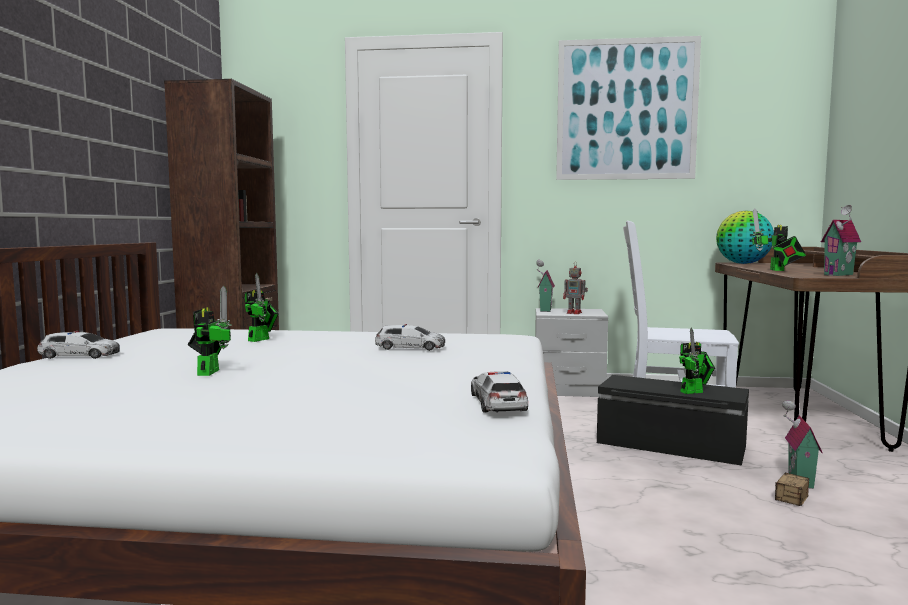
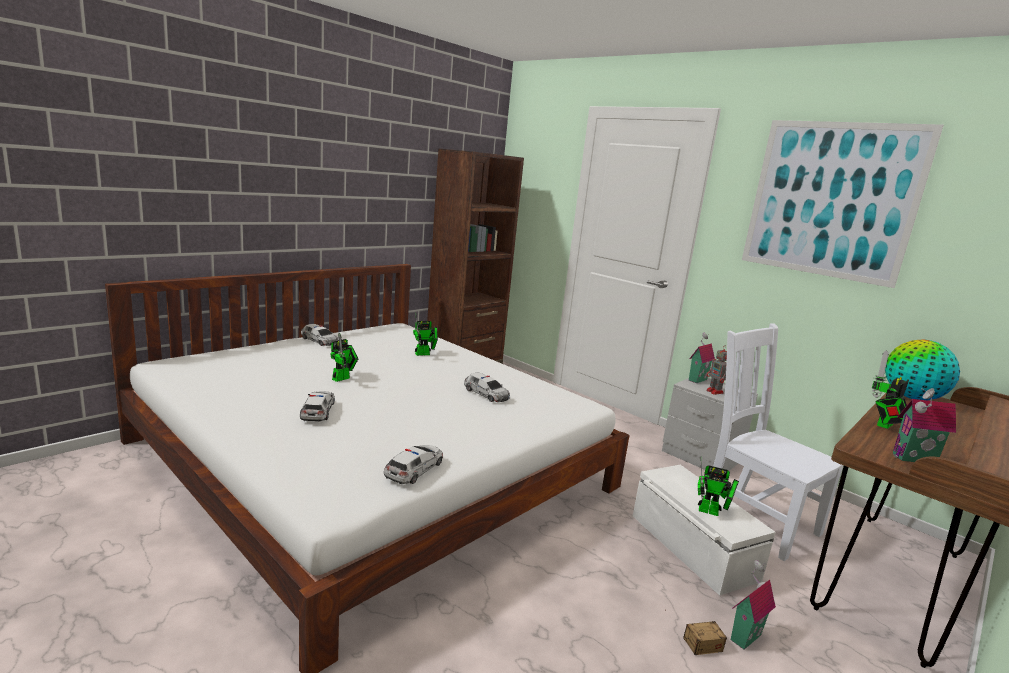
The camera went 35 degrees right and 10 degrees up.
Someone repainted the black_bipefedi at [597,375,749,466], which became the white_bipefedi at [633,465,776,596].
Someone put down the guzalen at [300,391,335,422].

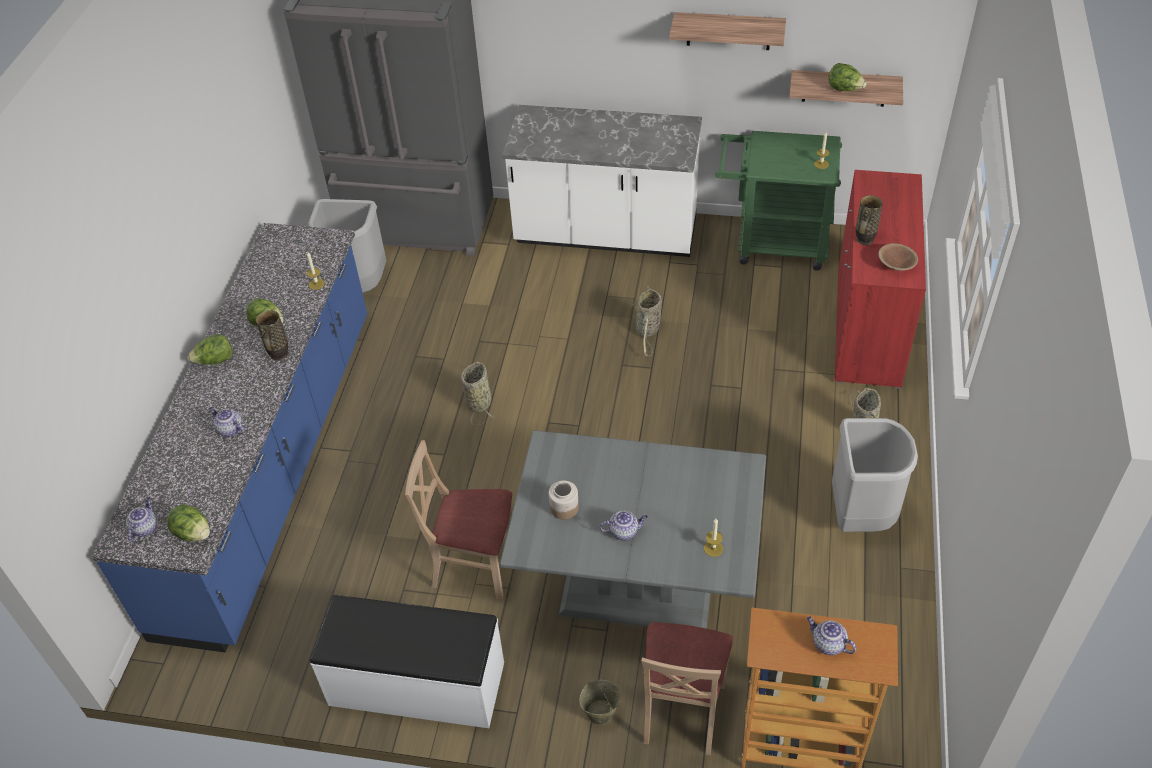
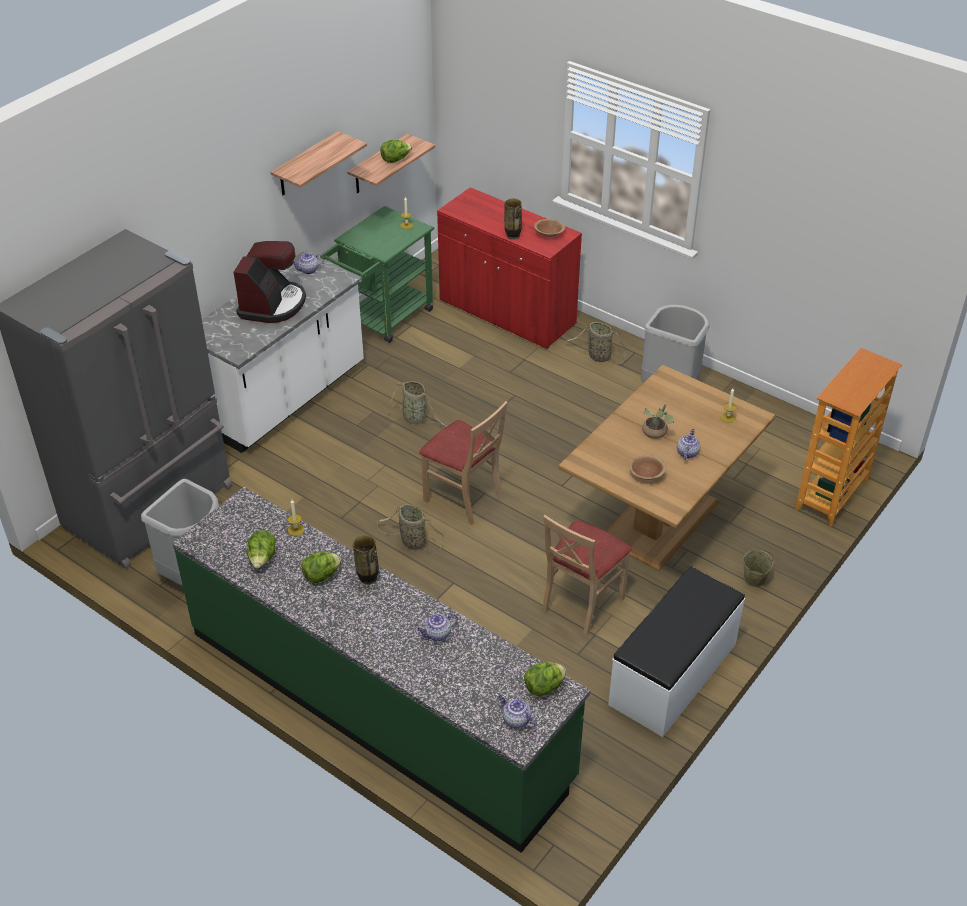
The camera went 65 degrees left and 5 degrees down.
Someone repainted the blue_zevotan at [92,223,367,653], which became the green_zevotan at [172,487,591,853].
Someone carried the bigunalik from [187,335,232,365] to [247,530,276,568].
Someone repainted the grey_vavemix at [500,430,766,629], which became the brown_vavemix at [558,365,775,571].
Someone swapped the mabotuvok at [549,480,579,520] for the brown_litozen at [629,455,666,480].
Someone carried the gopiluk from [807,616,856,655] to [293,253,324,274].
Someone carried the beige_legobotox from [641,622,733,755] to [419,401,508,525].
Someone put down the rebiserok at [233,241,306,323].
Someone put down the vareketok at [642,403,674,439].

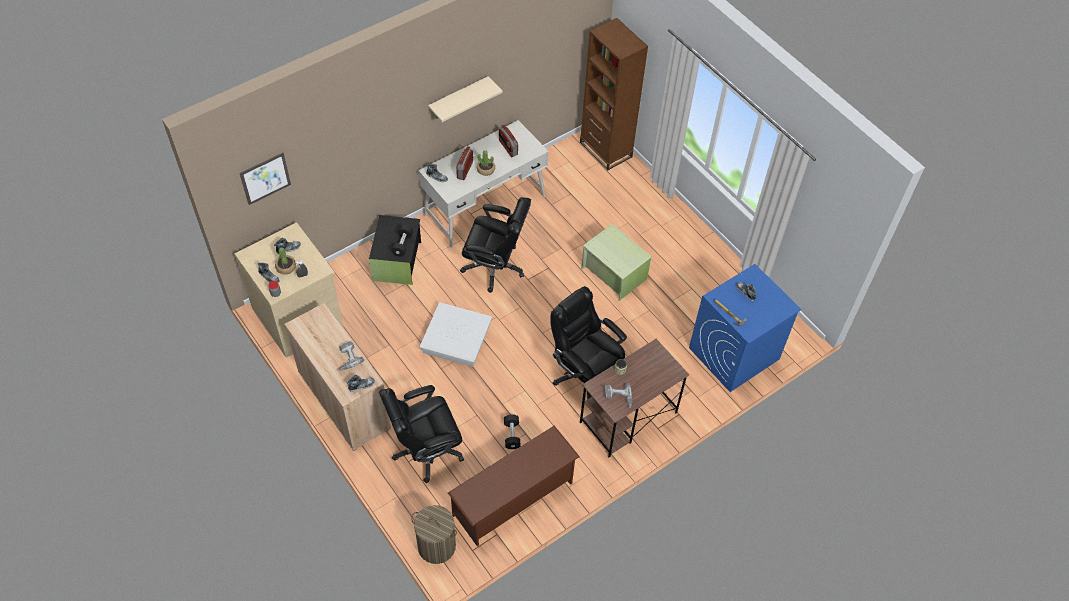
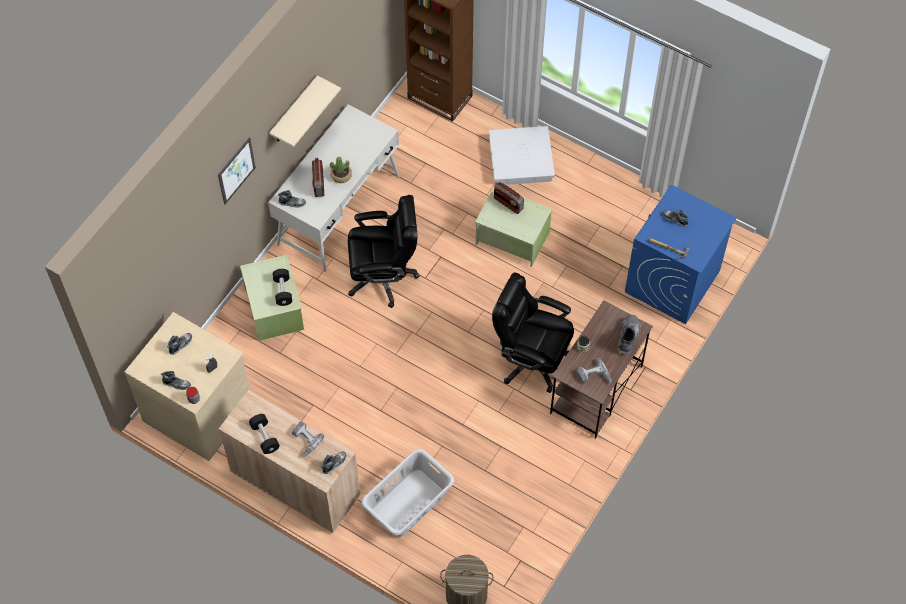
The camera went 20 degrees left and 5 degrees up.
Someone carried the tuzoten from [499,125,518,157] to [494,182,524,214].
Someone carried the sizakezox from [240,153,291,205] to [218,137,256,204].
Someone repainted the black_bipefedi at [369,215,421,285], which became the green_bipefedi at [240,255,304,341].
Someone took away the vareketok at [275,248,296,274].
Someone carried the white_bipefedi from [420,302,492,367] to [489,126,555,185].
Someone swapped the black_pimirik at [379,385,464,483] for the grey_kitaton at [361,449,454,537].
Someone carried the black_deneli from [504,414,521,449] to [249,414,280,454].
Someone took away the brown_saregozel at [448,426,580,546].
Someone put down the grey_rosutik at [618,315,641,356].

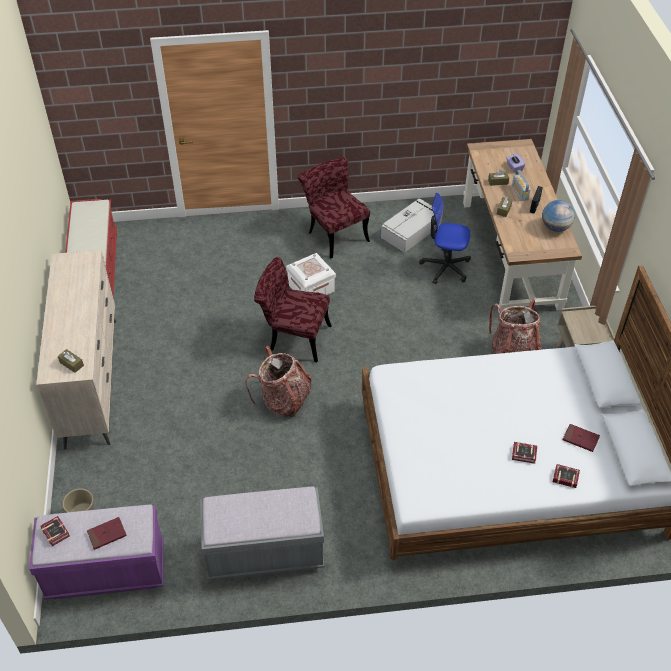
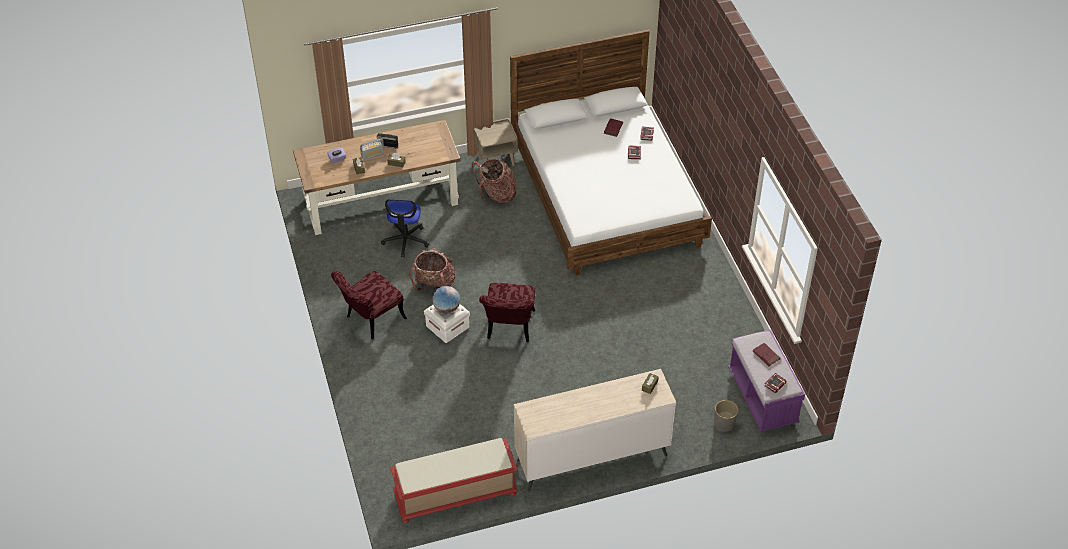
The camera went 100 degrees left and 0 degrees up.
Someone took away the grey_bipefedi at [381,198,443,253].
Someone carried the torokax from [542,200,575,232] to [432,286,460,314].
Someone carried the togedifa from [245,346,312,417] to [409,248,455,292].
Someone took away the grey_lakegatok at [200,487,324,580].

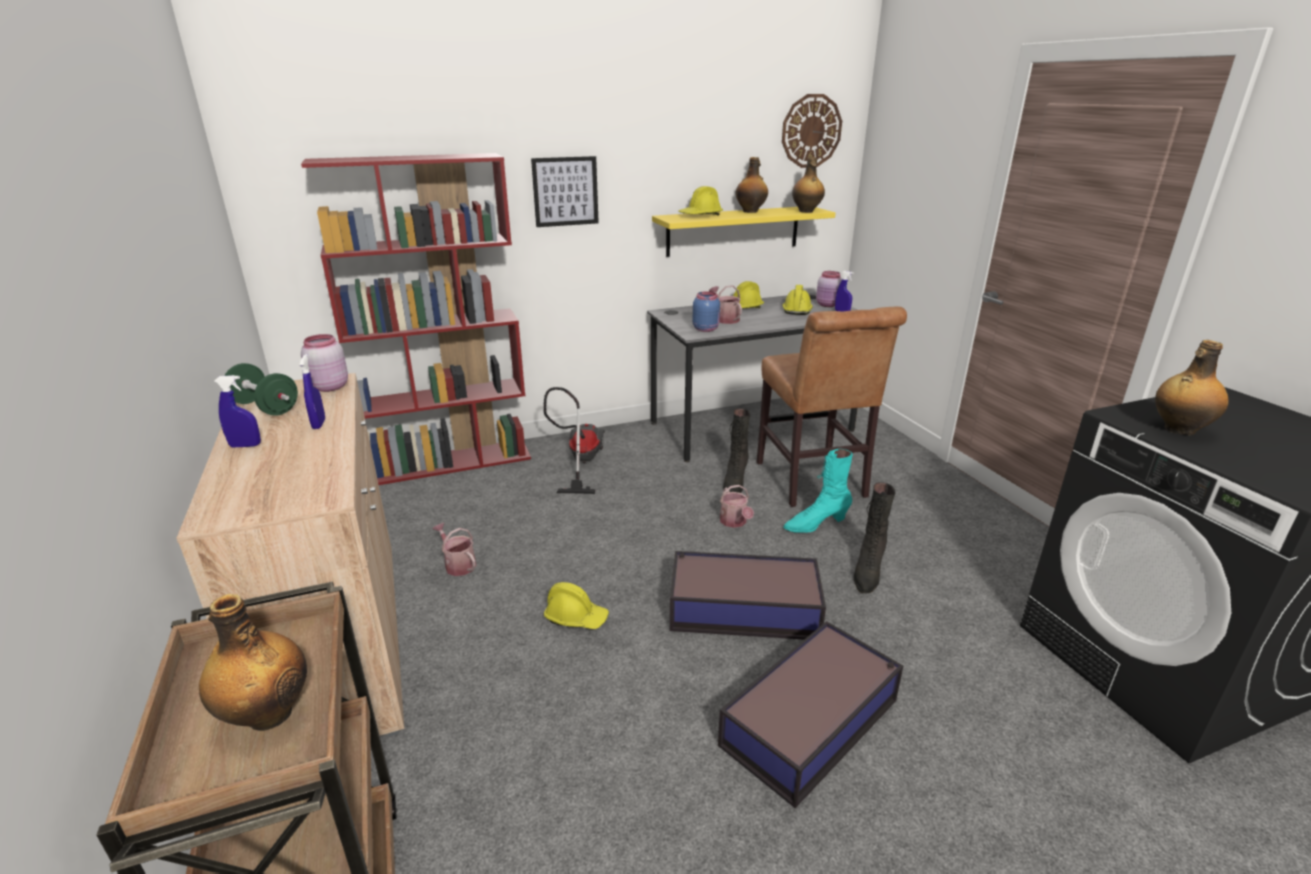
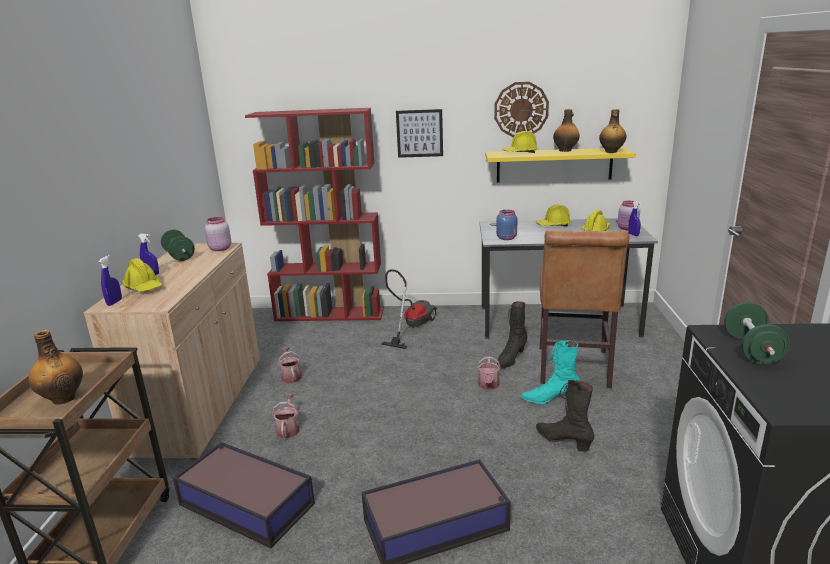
The camera went 25 degrees right and 5 degrees down.
Someone carried the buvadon from [782,94,842,168] to [494,82,549,137].
Someone carried the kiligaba from [709,285,742,324] to [272,394,300,439].
Someone swapped the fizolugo at [1155,340,1229,435] for the green_deneli at [724,302,790,364].
Someone carried the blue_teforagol from [300,354,325,429] to [99,255,122,306].
Someone rotated the black_rosutik at [854,482,896,593] by 90 degrees clockwise.
Someone carried the bipefedi from [670,551,826,640] to [173,442,315,548].
Someone carried the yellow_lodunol from [544,582,609,629] to [122,258,163,291].

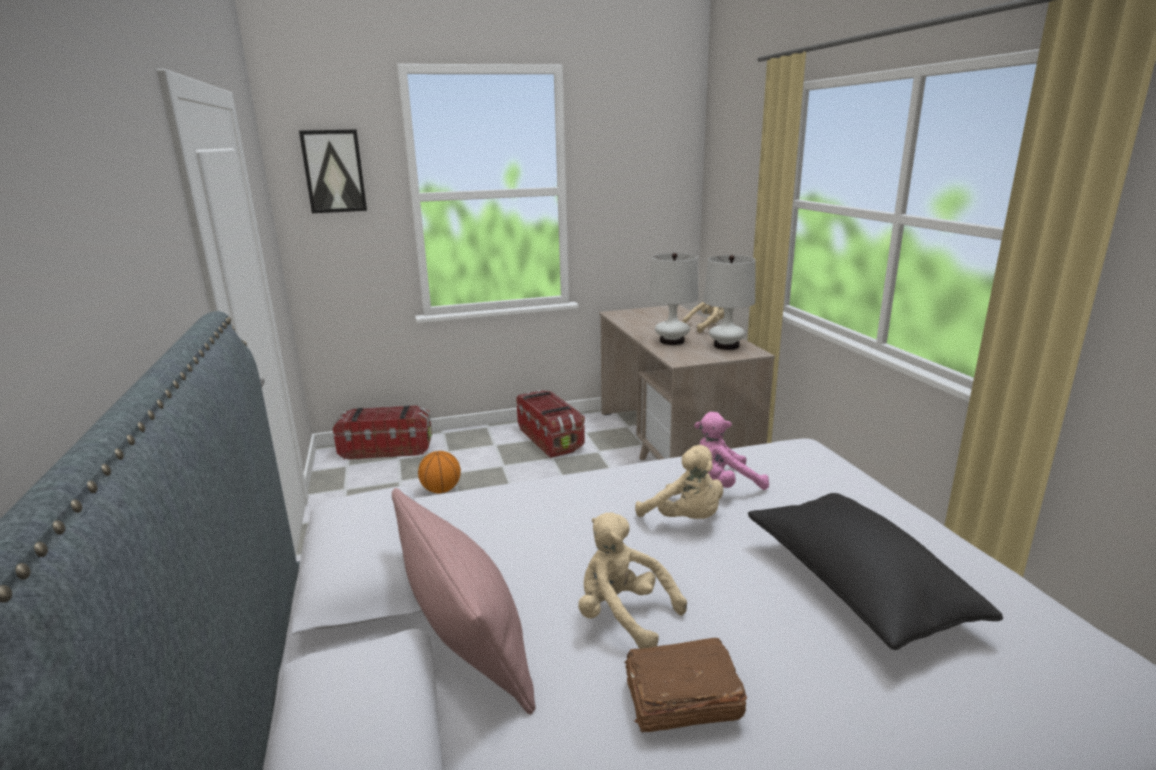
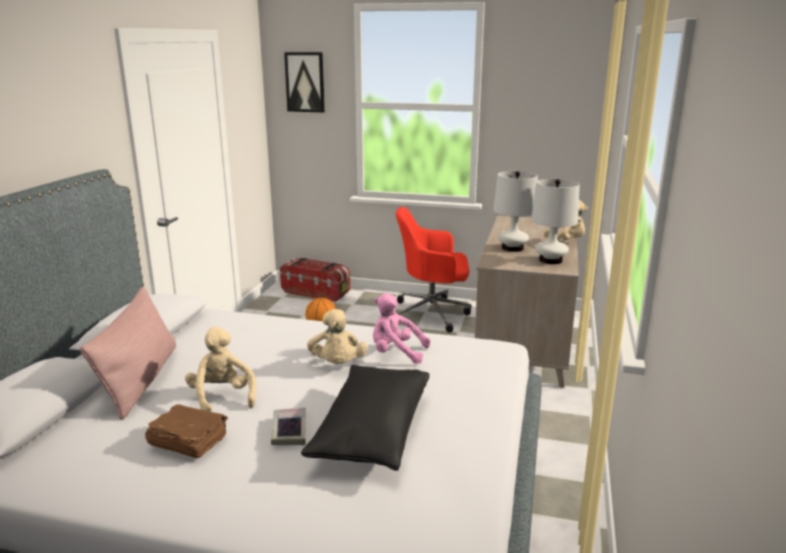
The camera went 30 degrees right and 0 degrees up.
Someone swapped the bipefedi at [516,390,585,458] for the red_pimirik at [396,207,471,333].
Someone put down the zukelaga at [271,407,306,445].

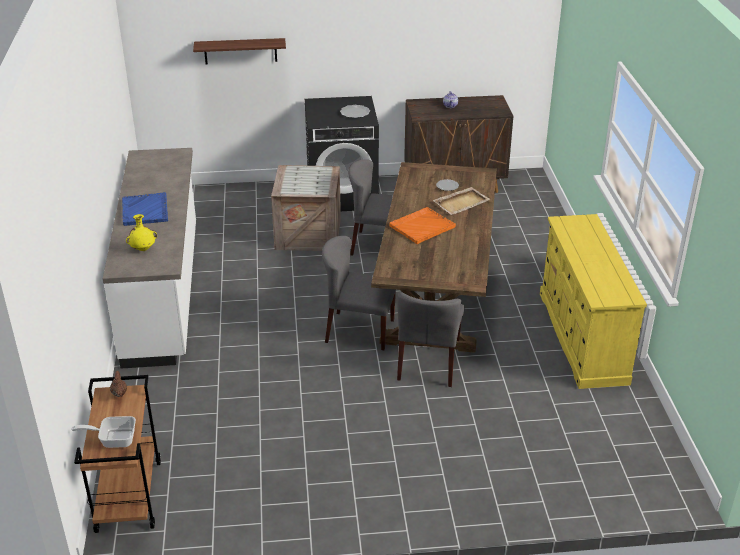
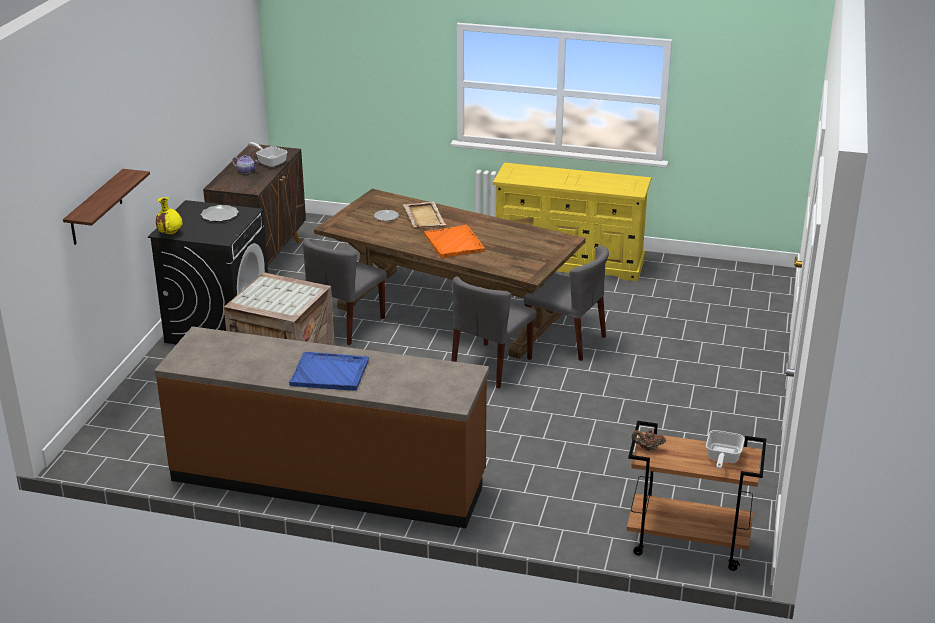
The camera went 70 degrees left and 5 degrees down.
Someone repainted the white_zevotan at [103,148,196,369], which became the brown_zevotan at [154,326,489,528].
Someone carried the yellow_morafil from [126,214,157,251] to [156,197,183,234].
Someone put down the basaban at [248,142,287,167].

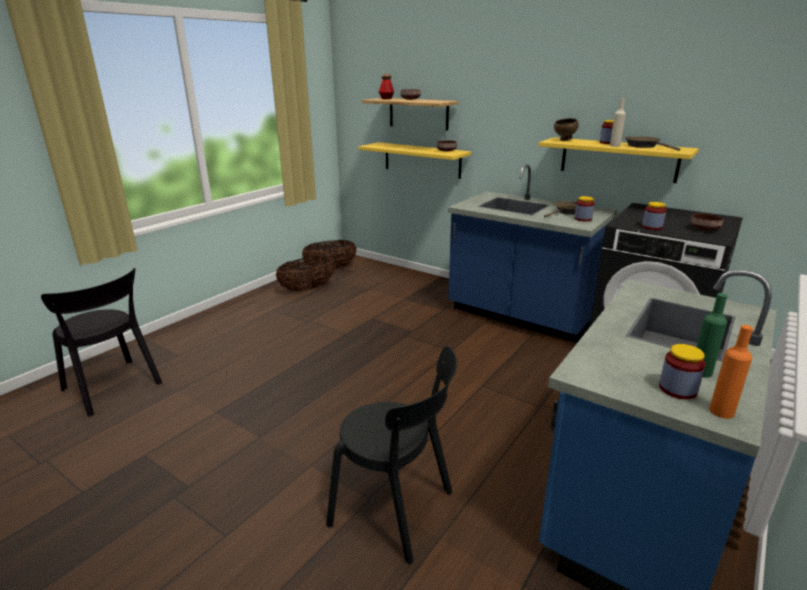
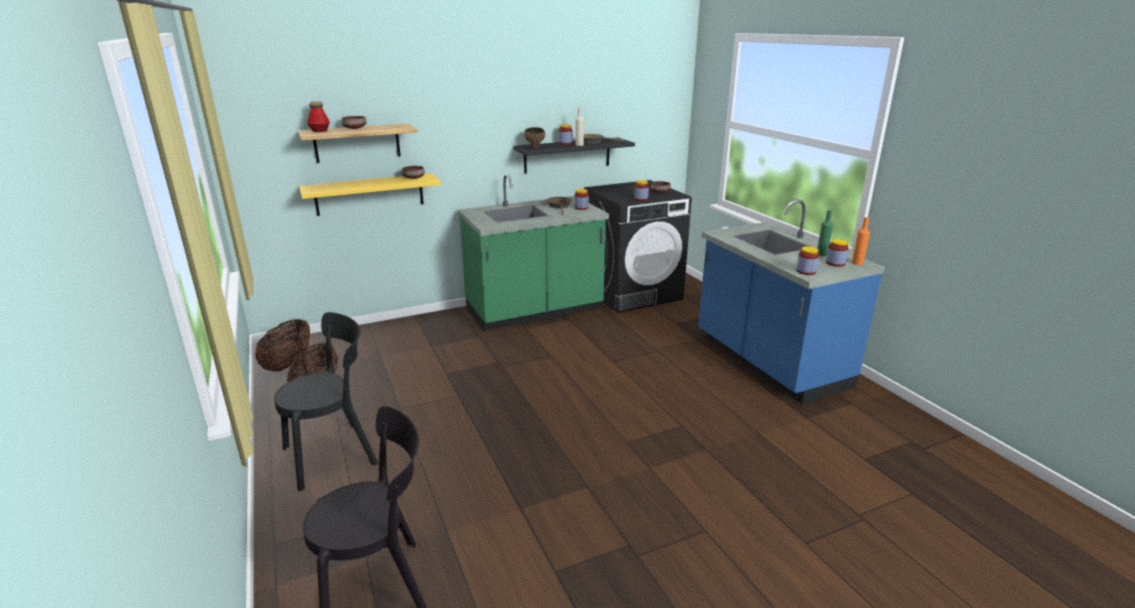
The camera went 60 degrees left and 0 degrees up.
Someone repainted the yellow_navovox at [538,137,699,183], which became the black_navovox at [513,138,635,174].
Someone repainted the blue_zevotan at [448,164,618,343], which became the green_zevotan at [458,174,609,331].
Someone carried the black_legobotox from [326,346,457,564] to [274,312,378,491].
Someone put down the mabotuvok at [796,246,819,275].

